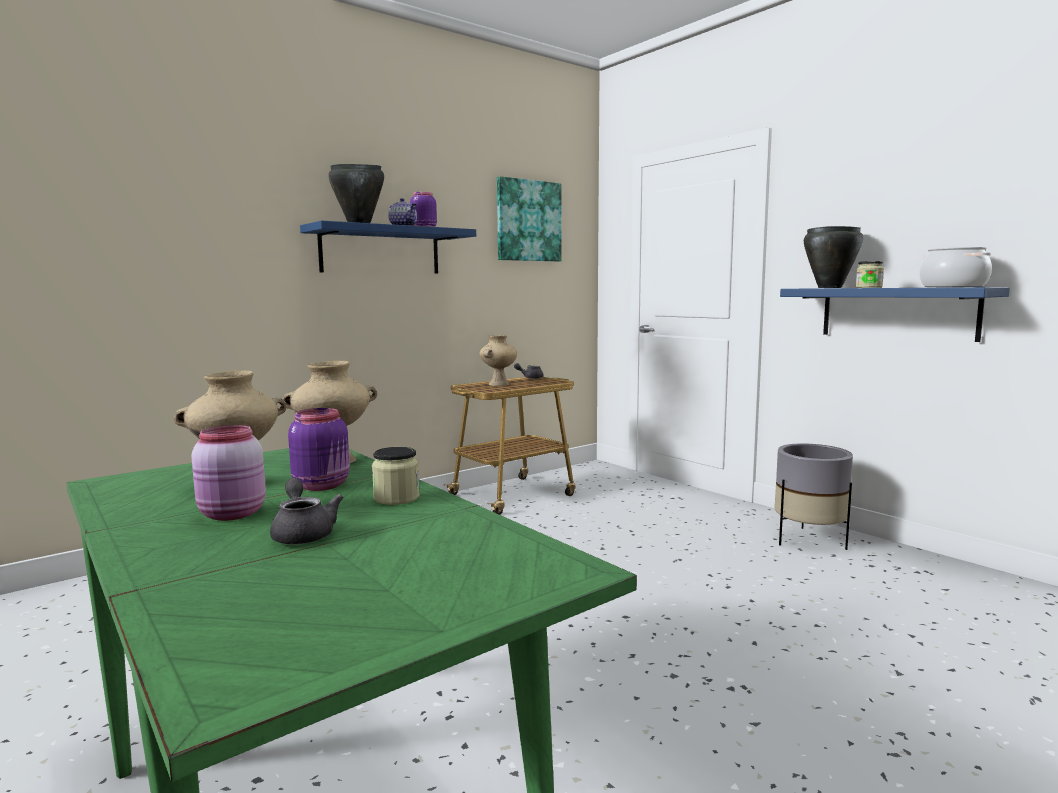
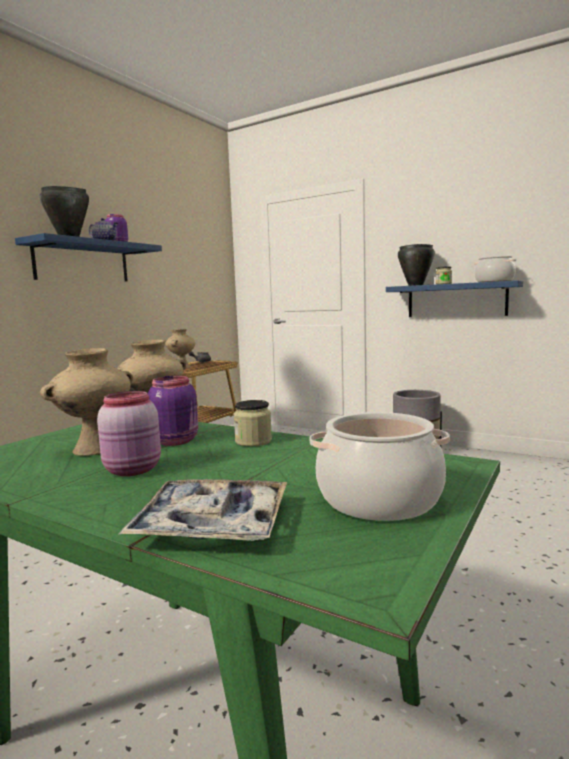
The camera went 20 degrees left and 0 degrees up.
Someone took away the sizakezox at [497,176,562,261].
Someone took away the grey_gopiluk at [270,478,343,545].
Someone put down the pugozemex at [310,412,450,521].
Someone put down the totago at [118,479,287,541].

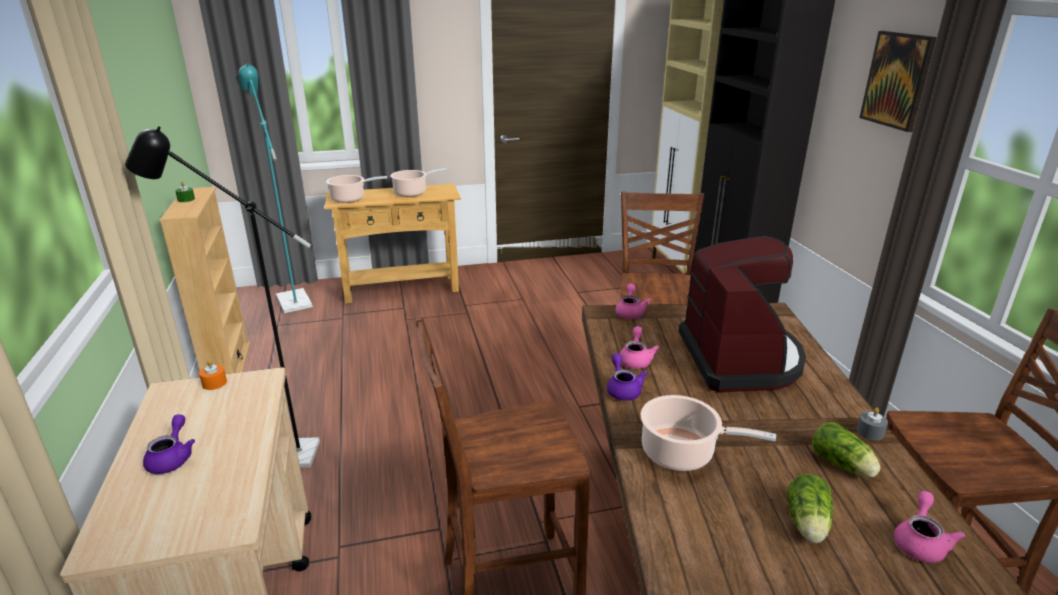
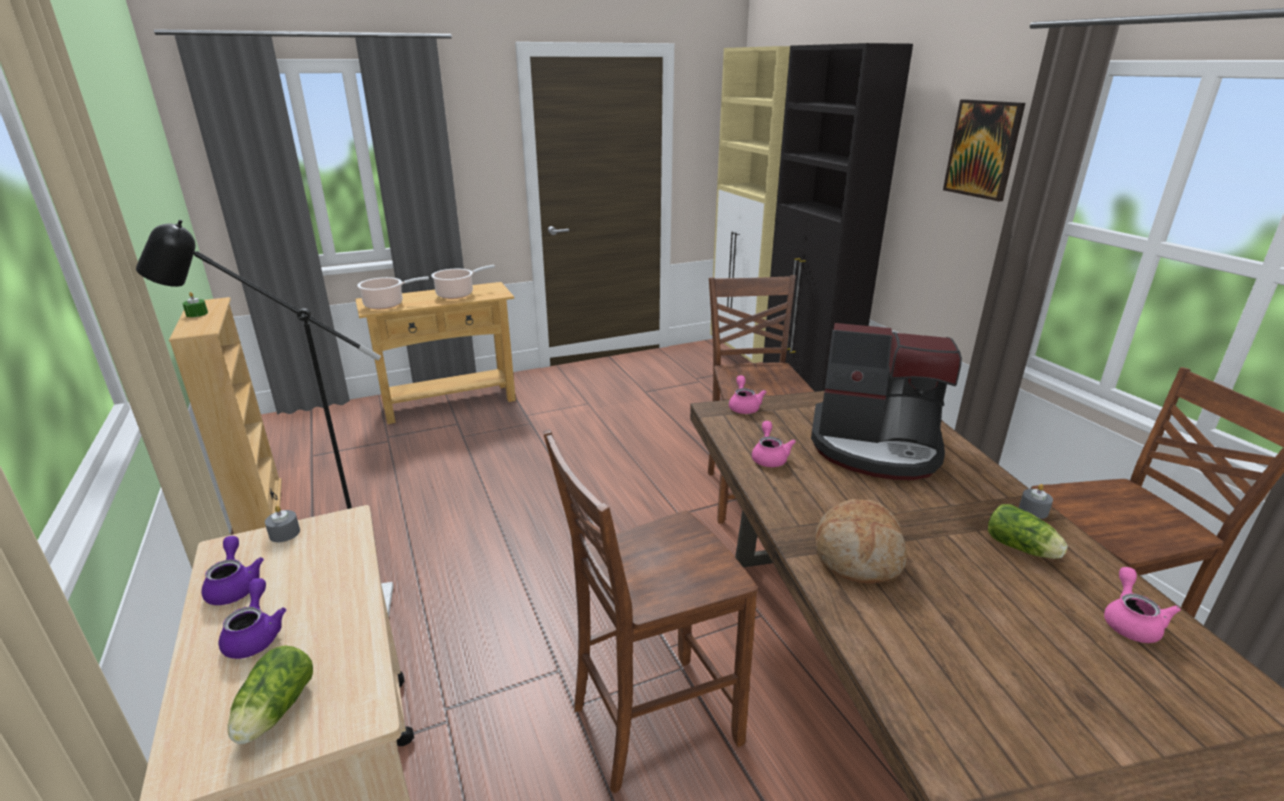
The camera went 10 degrees left and 0 degrees up.
Someone took away the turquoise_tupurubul at [239,63,313,313].
Someone rotated the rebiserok at [679,236,806,392] by 120 degrees clockwise.
Someone carried the purple_gopiluk from [607,353,648,401] to [201,536,264,605].
Someone repainted the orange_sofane at [199,360,227,390], which became the grey_sofane at [265,506,300,542].
Someone swapped the pugozemex at [640,395,776,471] for the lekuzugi at [815,499,907,584].
Someone carried the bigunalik from [787,474,833,543] to [228,645,313,744].

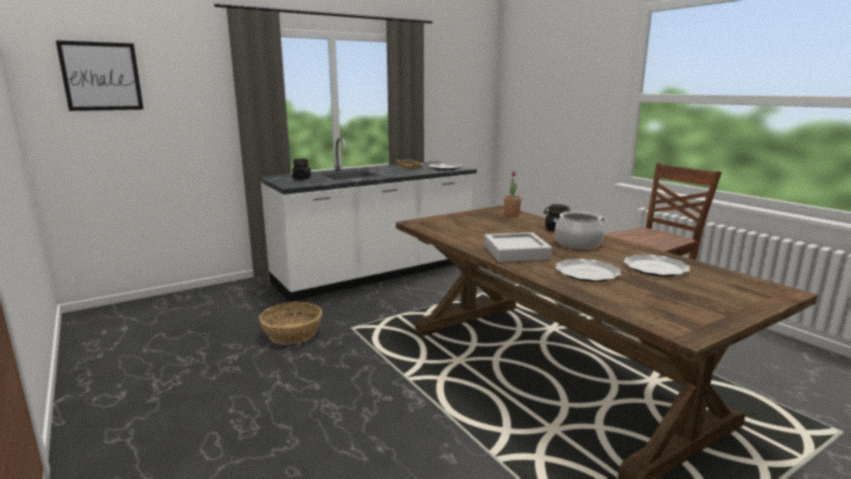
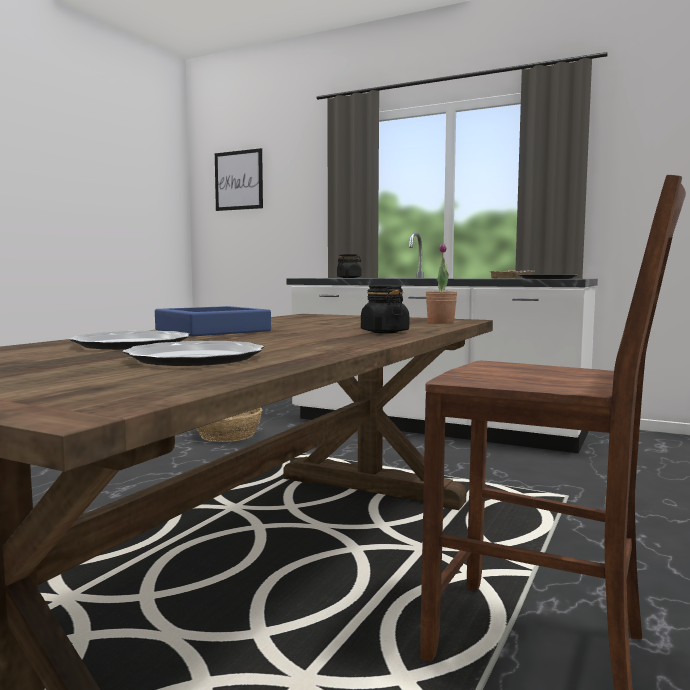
The camera went 60 degrees right and 10 degrees down.
Someone took away the pugozemex at [554,211,607,249].
Someone repainted the grey_totago at [484,232,552,262], which became the blue_totago at [155,306,271,336].

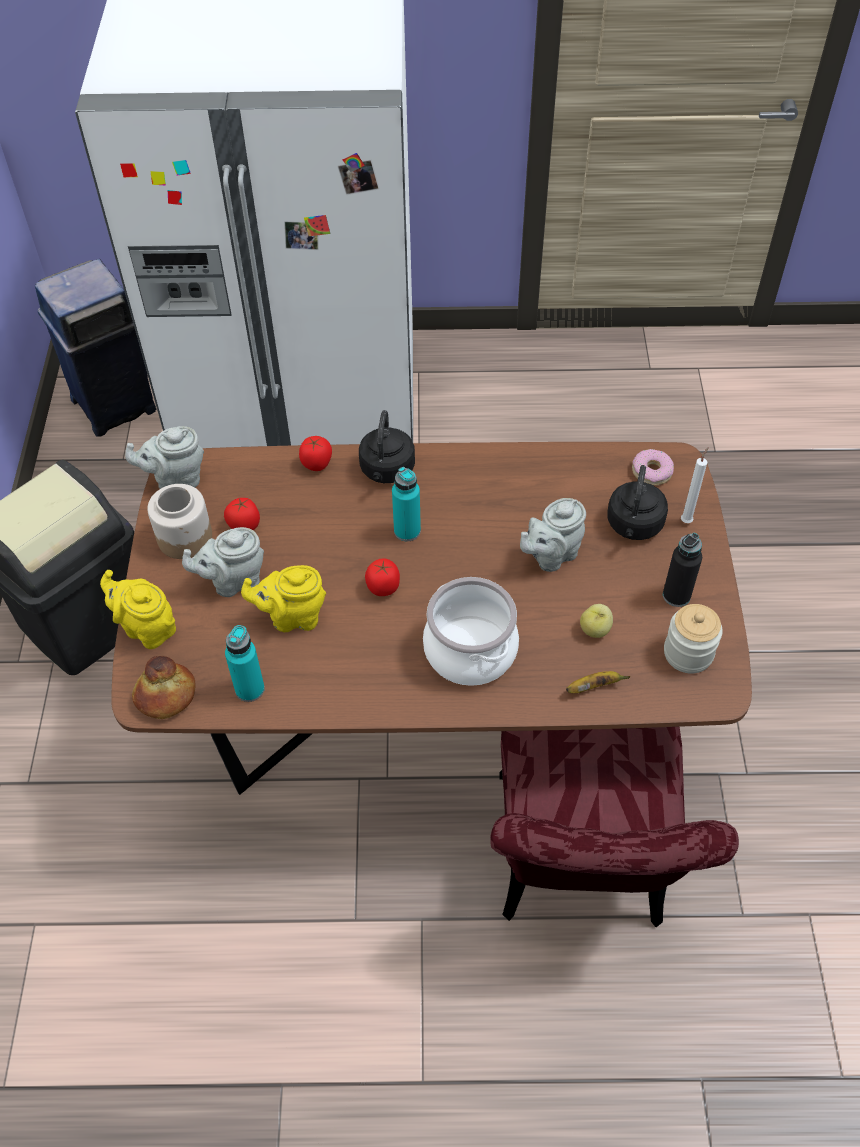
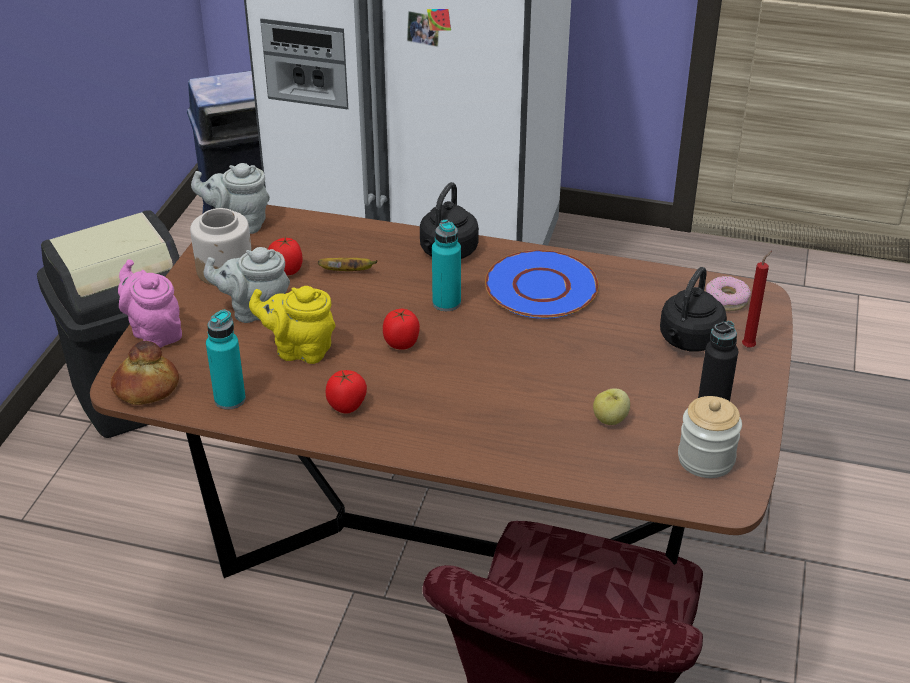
The camera went 15 degrees right and 15 degrees down.
Someone carried the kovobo from [299,436,332,471] to [326,370,367,413].
Someone repainted the white_sofane at [681,447,709,523], which became the red_sofane at [742,251,772,348].
Someone took away the grey_gopiluk at [520,498,586,572].
Someone repainted the yellow_gopiluk at [100,570,176,649], which became the pink_gopiluk at [118,259,182,348].
Someone took away the pugozemex at [423,577,519,686].
Someone carried the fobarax from [566,671,630,693] to [318,258,378,271].
Someone put down the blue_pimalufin at [485,250,599,319].

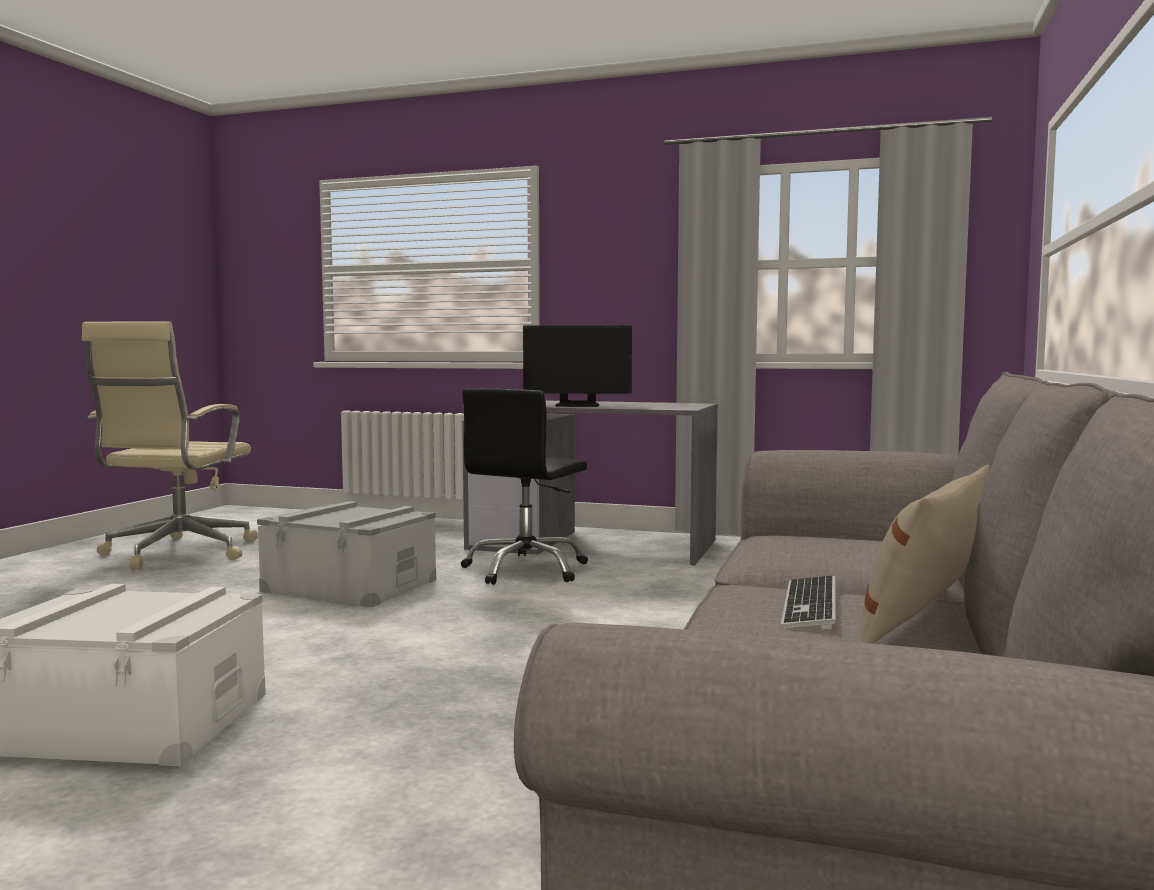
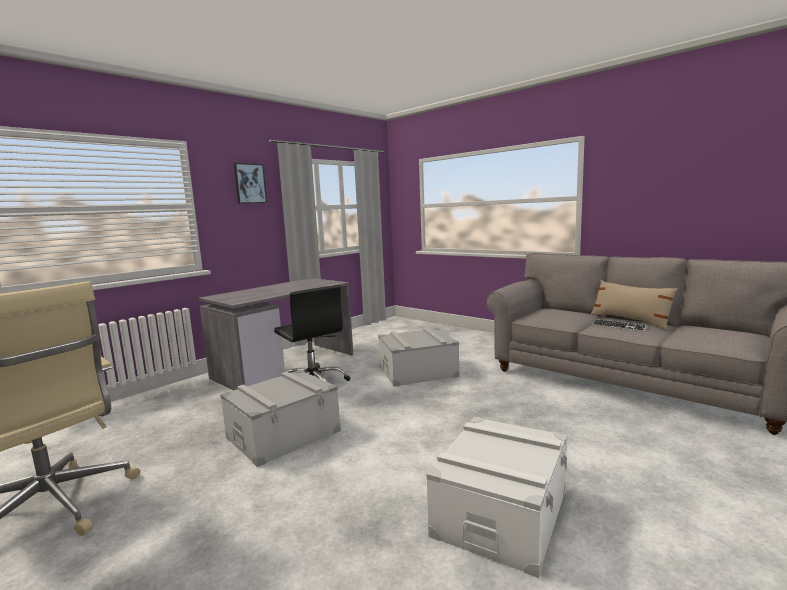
The camera went 65 degrees left and 5 degrees up.
Someone took away the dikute at [523,325,632,407].
Someone put up the sizakezox at [234,163,267,204].
Someone put down the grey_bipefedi at [378,327,460,387].

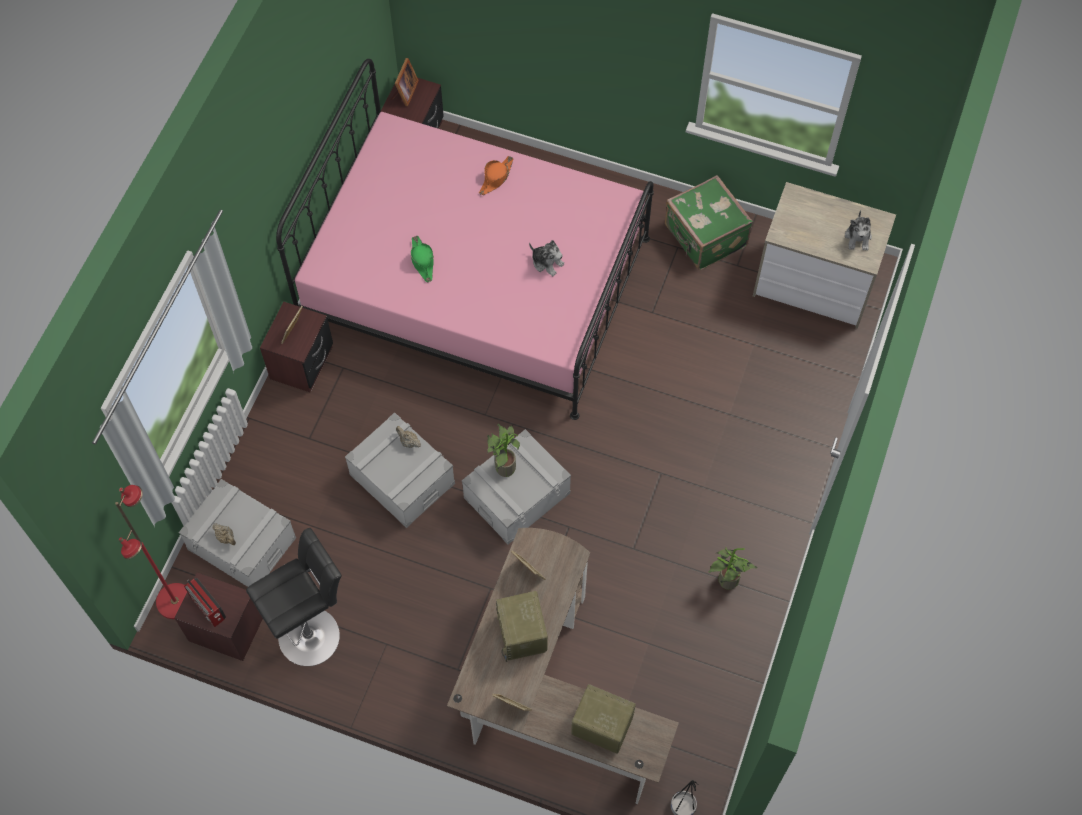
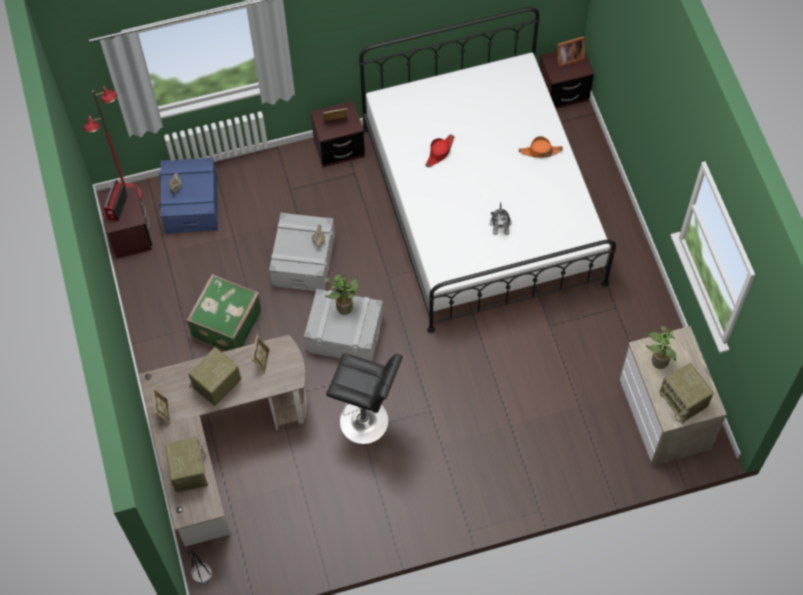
The camera went 55 degrees right and 0 degrees up.
Someone repainted the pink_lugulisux at [276,59,654,420], which became the white_lugulisux at [359,7,616,333].
Someone carried the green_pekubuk from [665,175,753,270] to [186,274,262,351].
Someone swapped the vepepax at [845,210,872,250] for the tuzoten at [660,363,714,424].
Someone repainted the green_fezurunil at [411,236,434,282], which became the red_fezurunil at [425,134,455,167].
Someone repainted the grey_bipefedi at [179,479,296,587], which became the blue_bipefedi at [159,157,218,234].
Someone carried the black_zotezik from [246,528,342,666] to [326,353,403,444].
Someone carried the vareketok from [708,547,757,590] to [645,325,676,369].

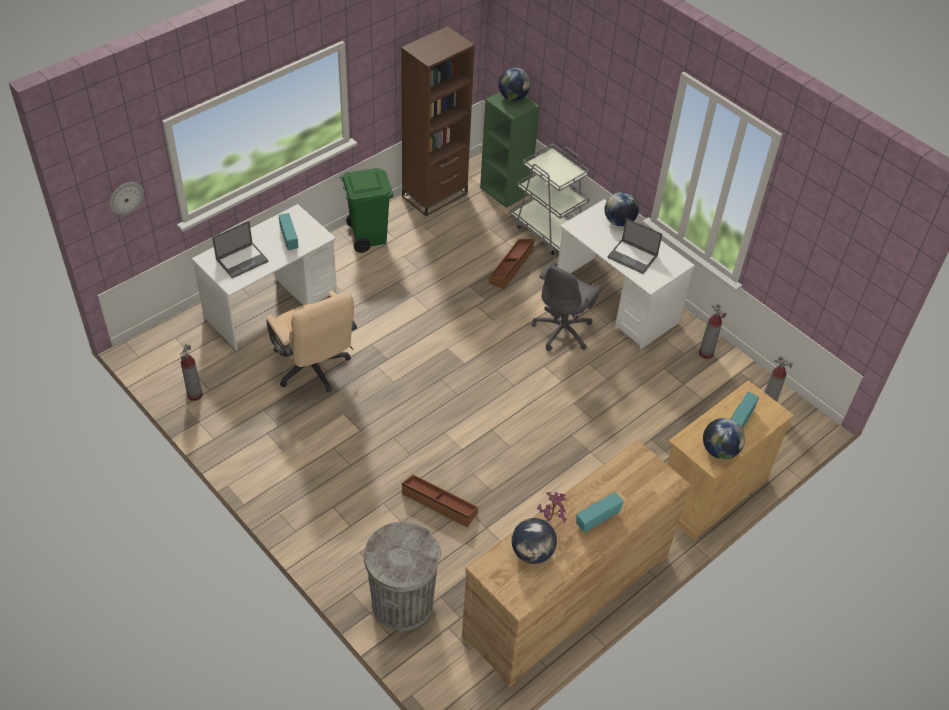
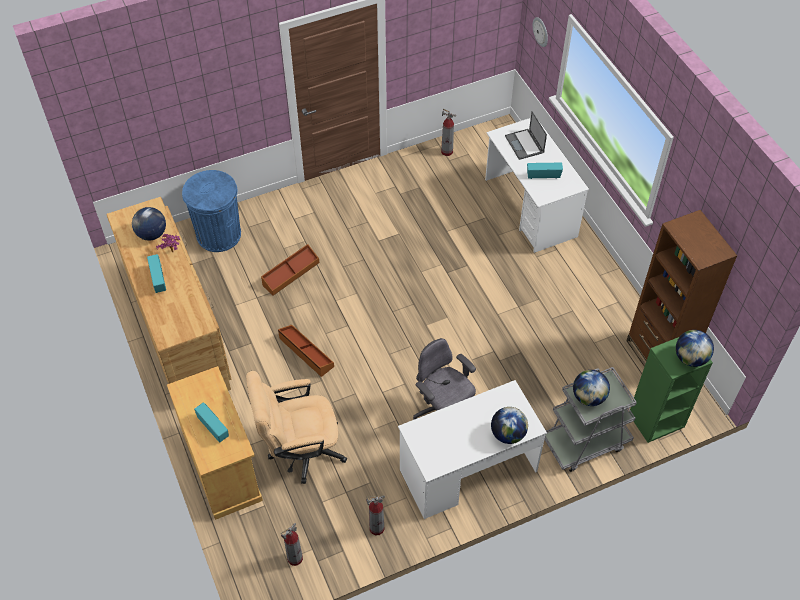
The camera went 110 degrees right and 5 degrees up.
Someone took away the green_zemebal at [340,168,393,253].
Someone took away the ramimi at [607,218,662,274].
Someone carried the brown_bipefedi from [489,239,535,289] to [278,325,334,377].
Someone carried the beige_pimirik from [266,291,357,392] to [246,371,347,484].
Someone carried the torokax from [703,418,745,459] to [573,370,610,406].
Someone repainted the grey_zemebal at [364,522,441,631], which became the blue_zemebal at [182,170,241,252].

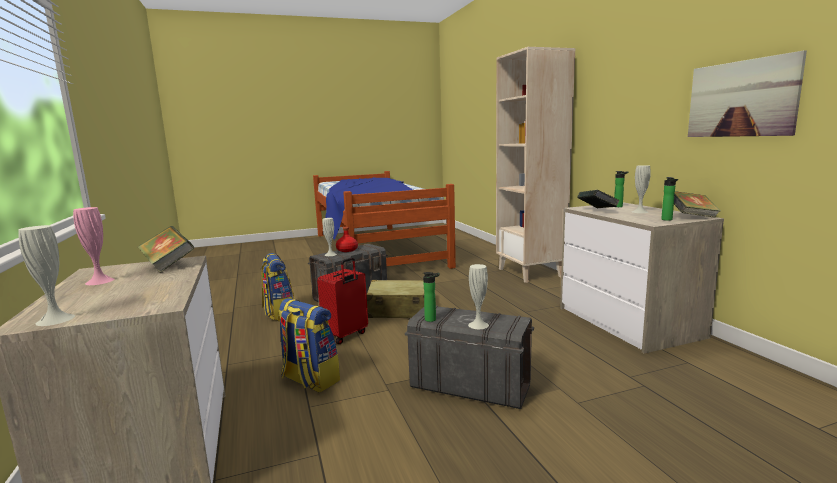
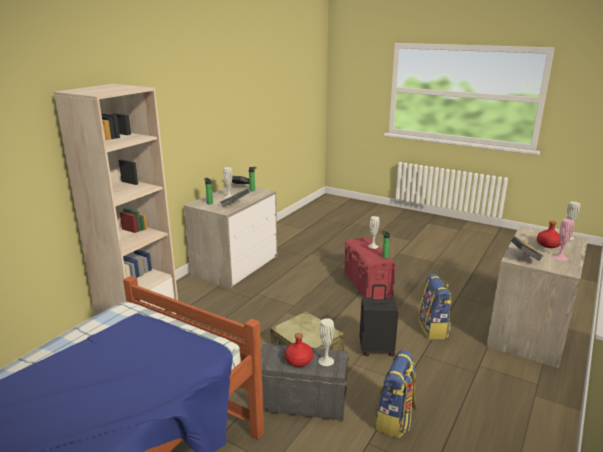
The camera went 130 degrees left and 10 degrees up.
Someone took away the sizakezox at [688,50,807,137].
Someone repainted the red_pekubuk at [317,257,368,344], which became the black_pekubuk at [360,284,398,357].
Someone repainted the grey_bipefedi at [405,306,534,409], which became the red_bipefedi at [344,237,397,299].
Someone put down the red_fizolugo at [537,221,561,248].

